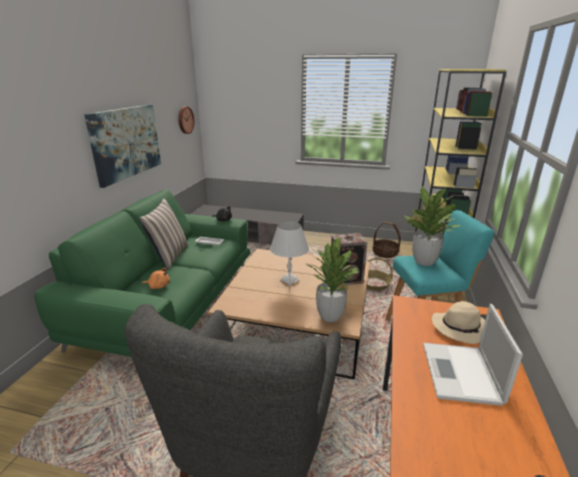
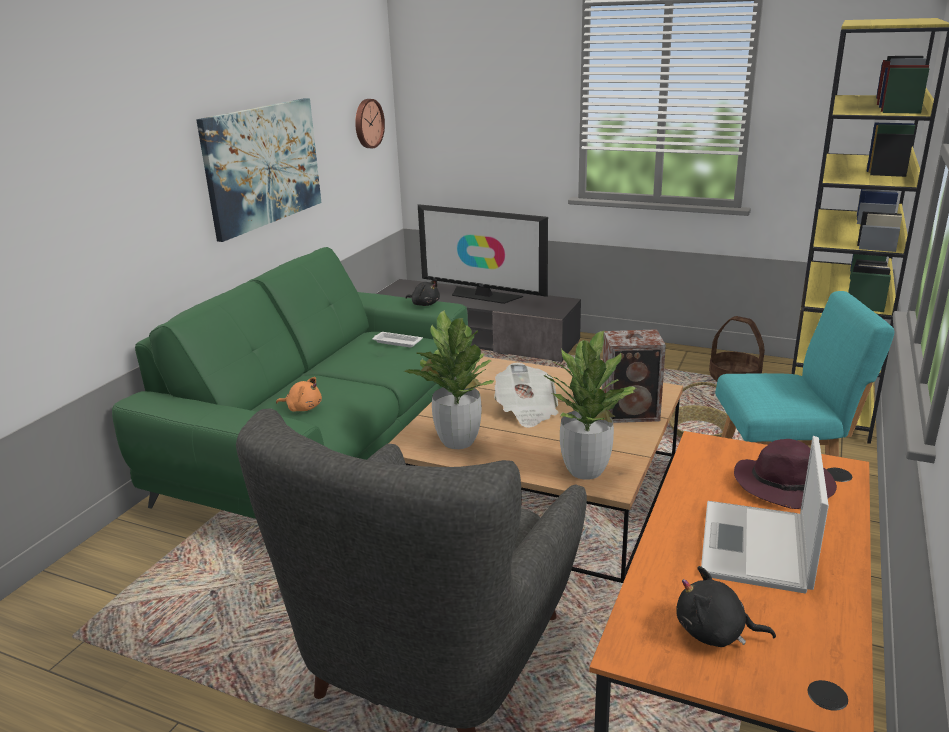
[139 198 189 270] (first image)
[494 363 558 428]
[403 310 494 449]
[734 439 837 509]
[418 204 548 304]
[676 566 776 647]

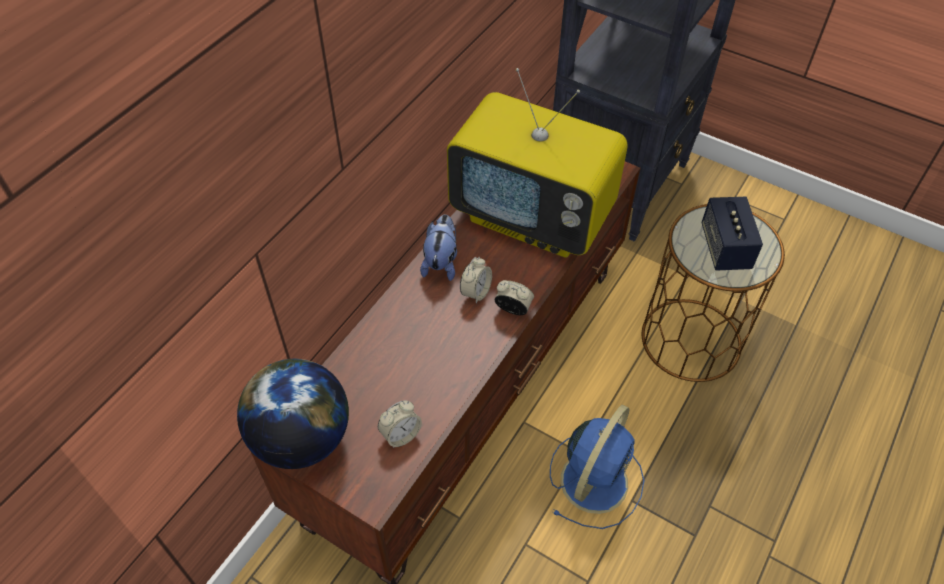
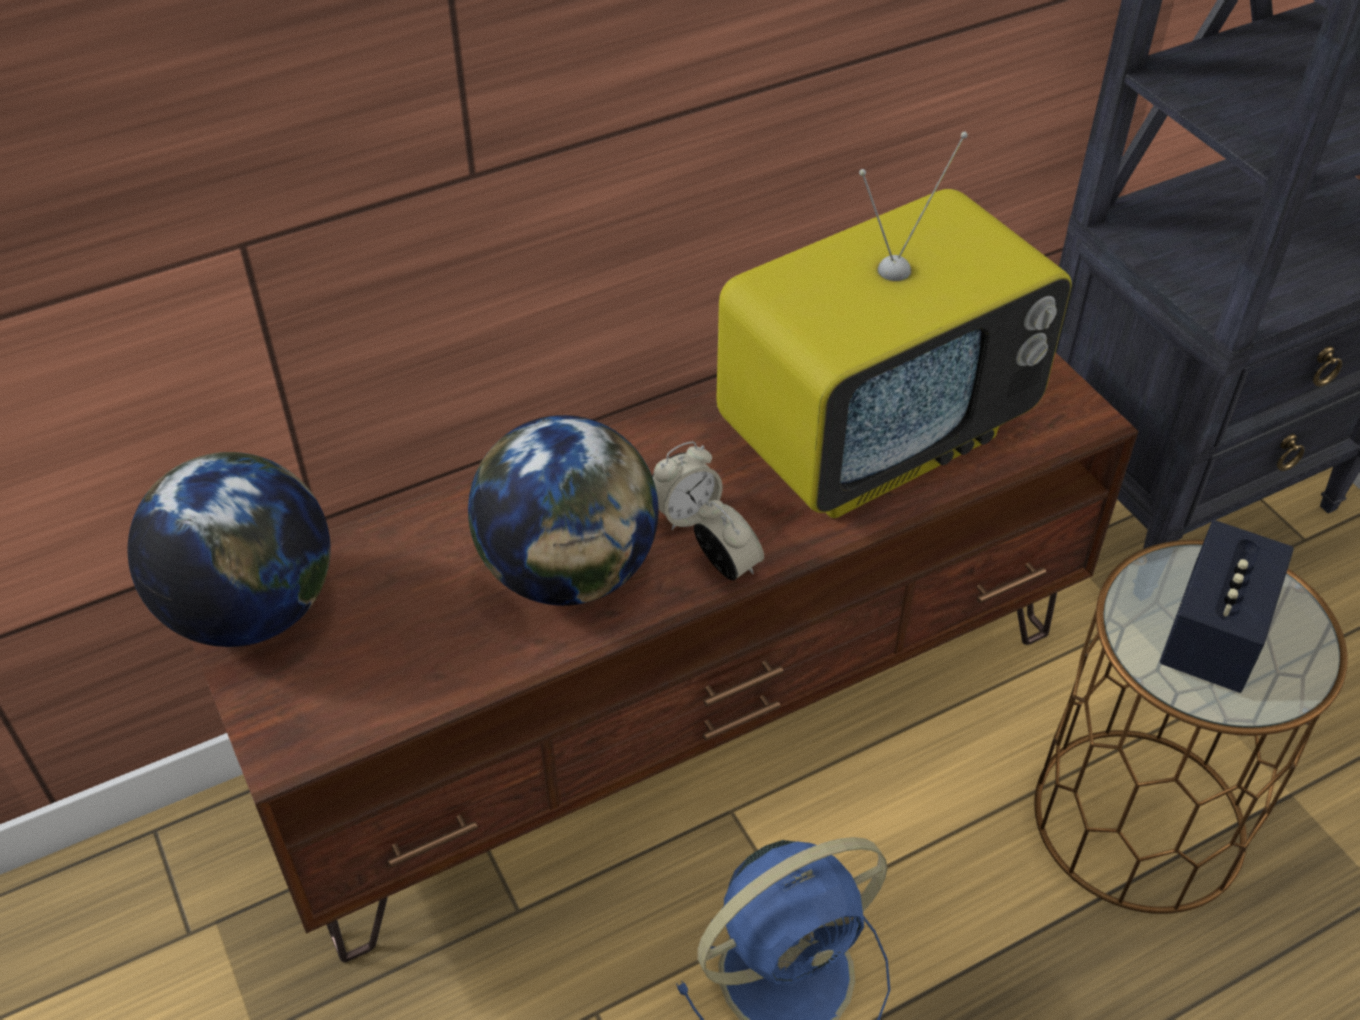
[378 400 422 448] (first image)
[420 214 457 281] (first image)
[716 132 1072 518]
[468 415 658 606]

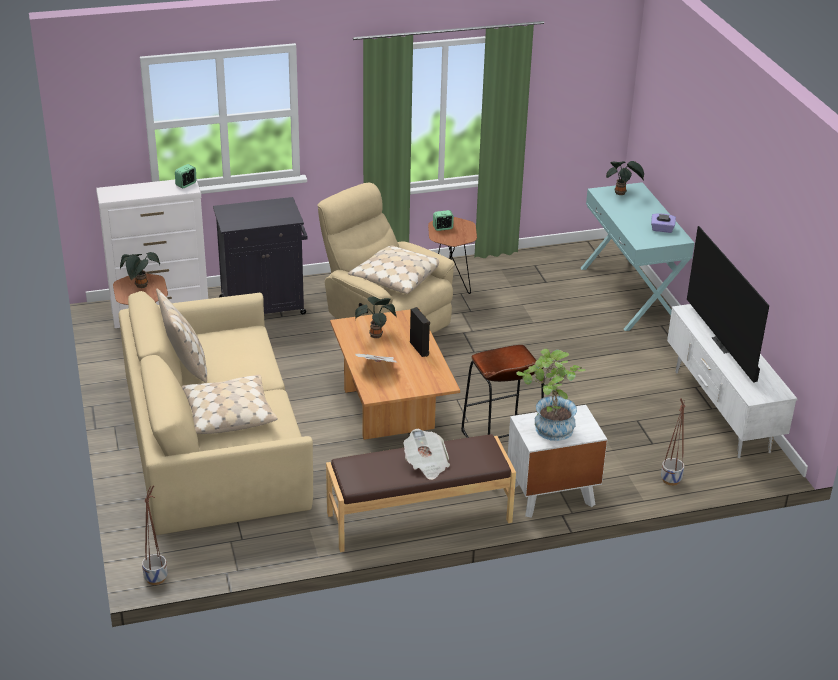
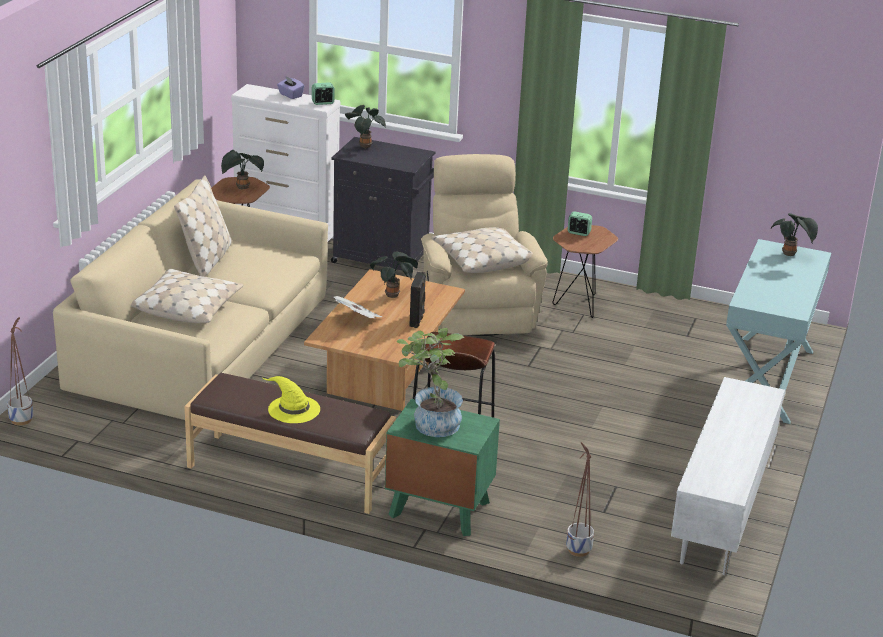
[263 376 320 423]
[385 399 500 536]
[277 77 304 99]
[687 226 769 383] (first image)
[345 105 386 149]

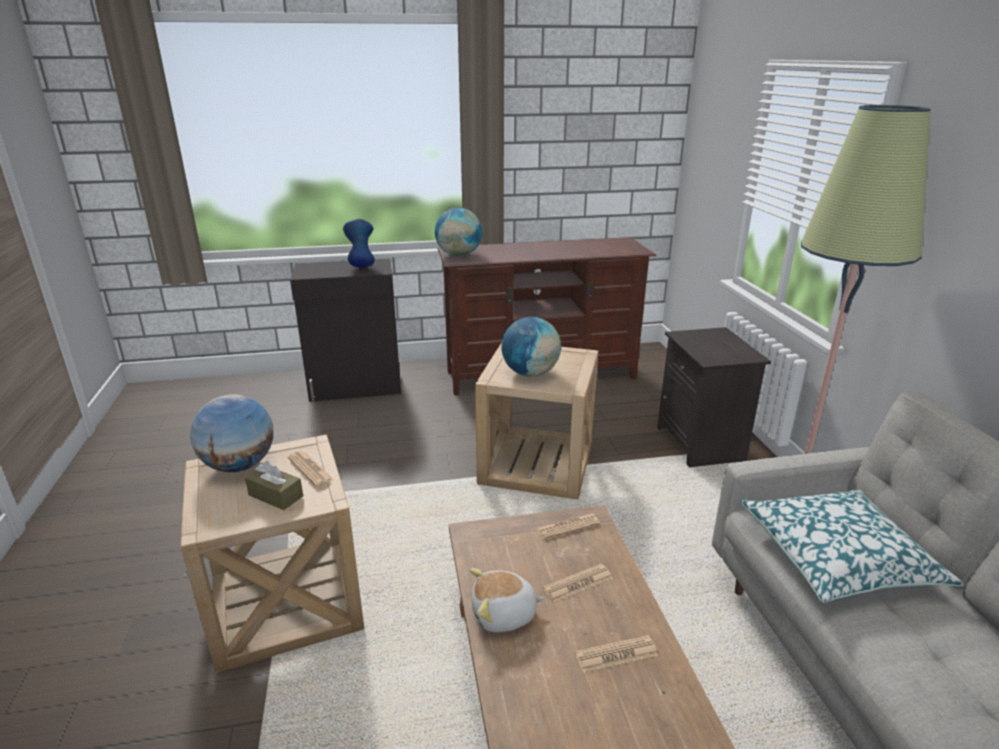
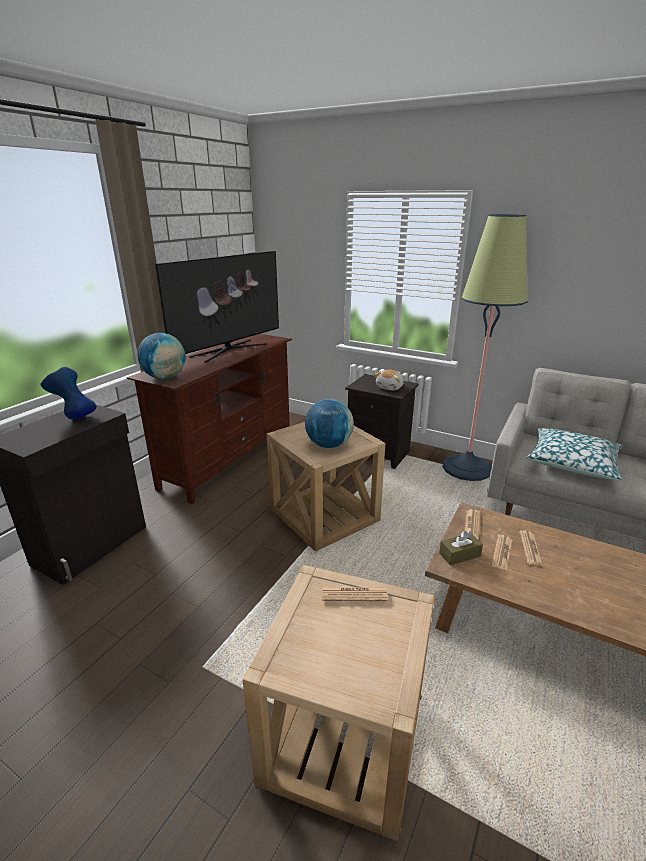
[190 394 273 472] (first image)
[439 531 483 565]
[374 370 404 390]
[492 535 513 571]
[155 251 279 363]

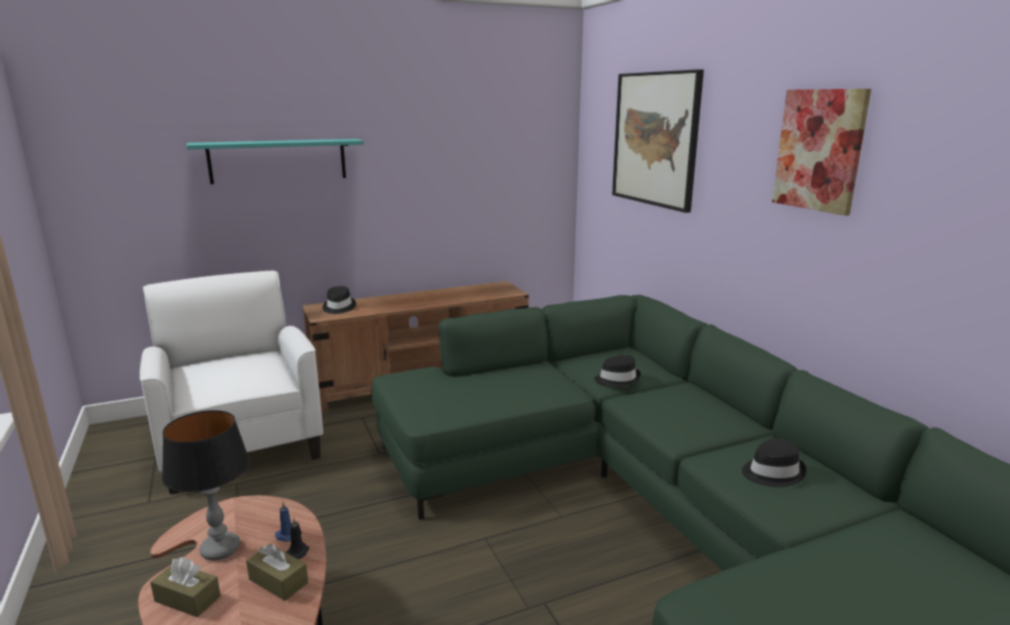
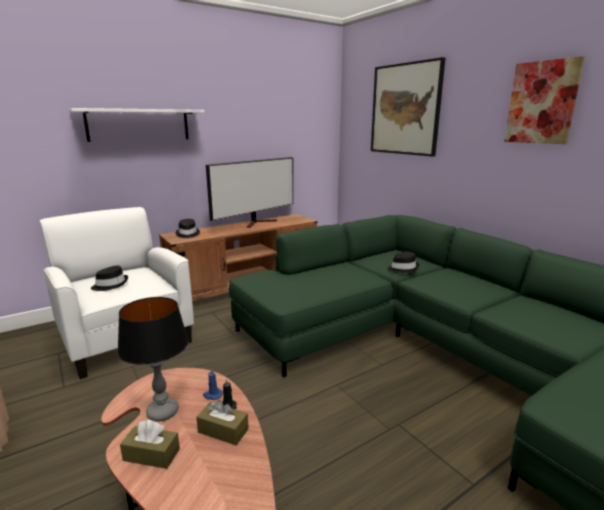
[69 108 205 142]
[91 265 128 291]
[206 157 293 228]

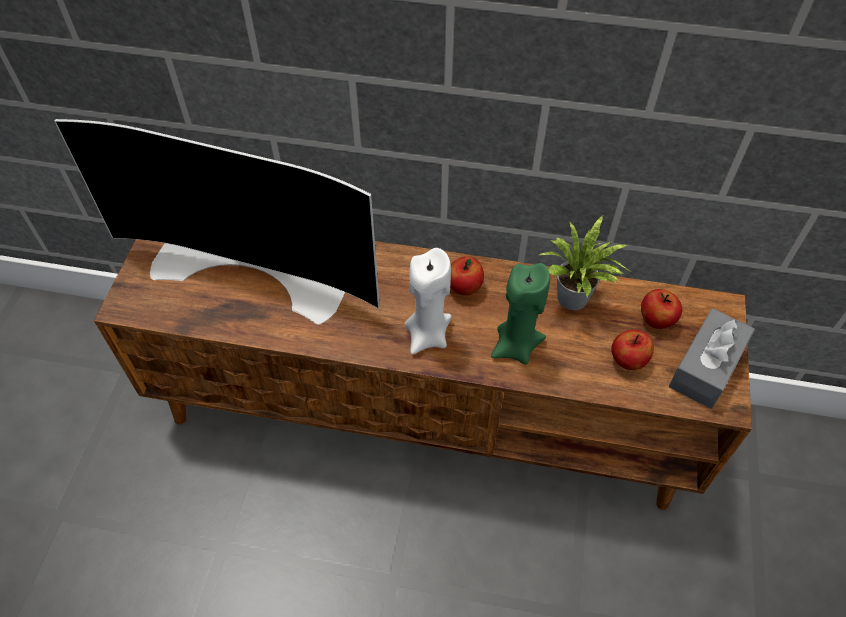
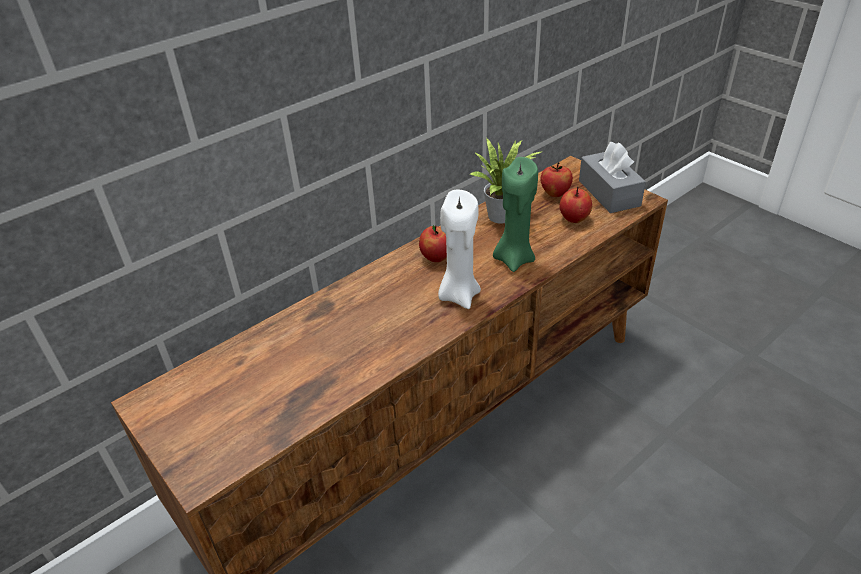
[54 119 380 325] (first image)

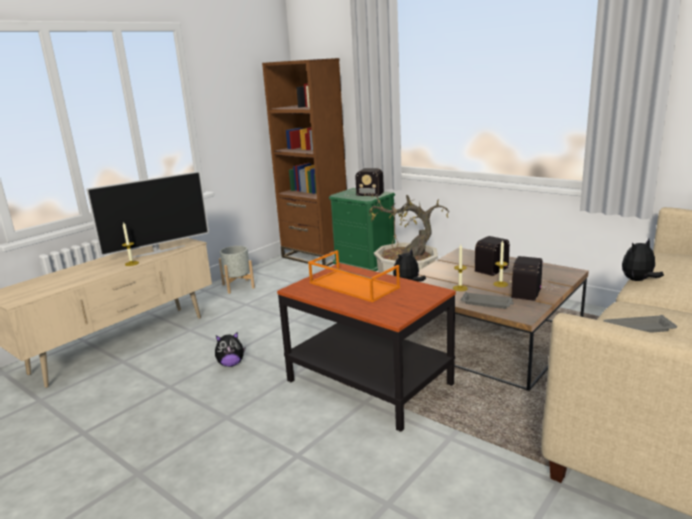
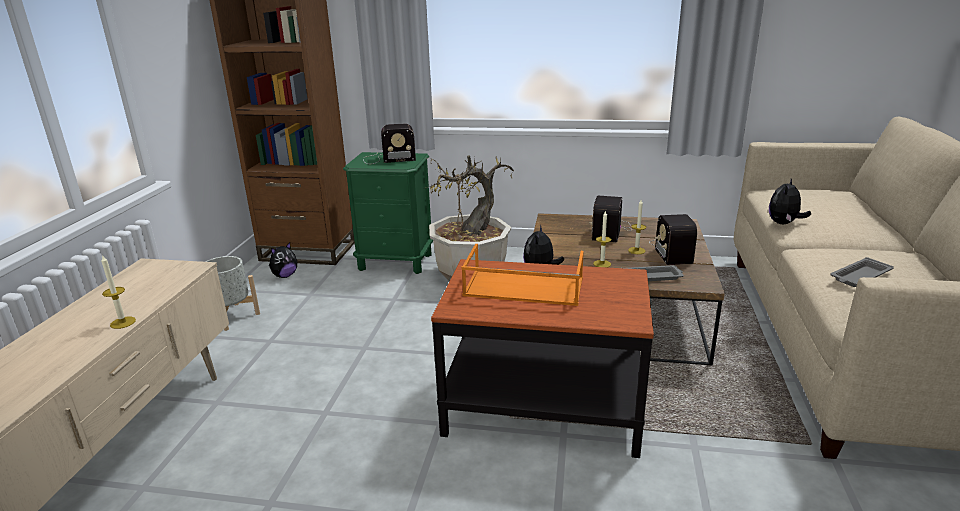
[86 171 209 258] (first image)
[269 242 297 278]

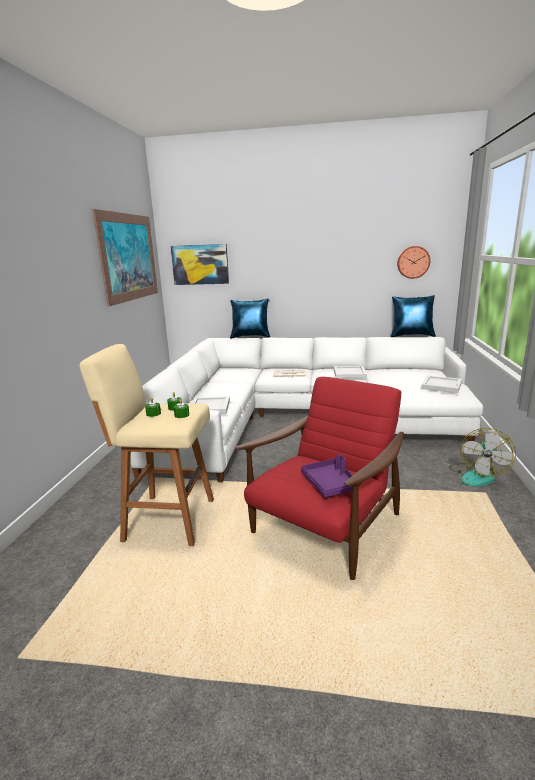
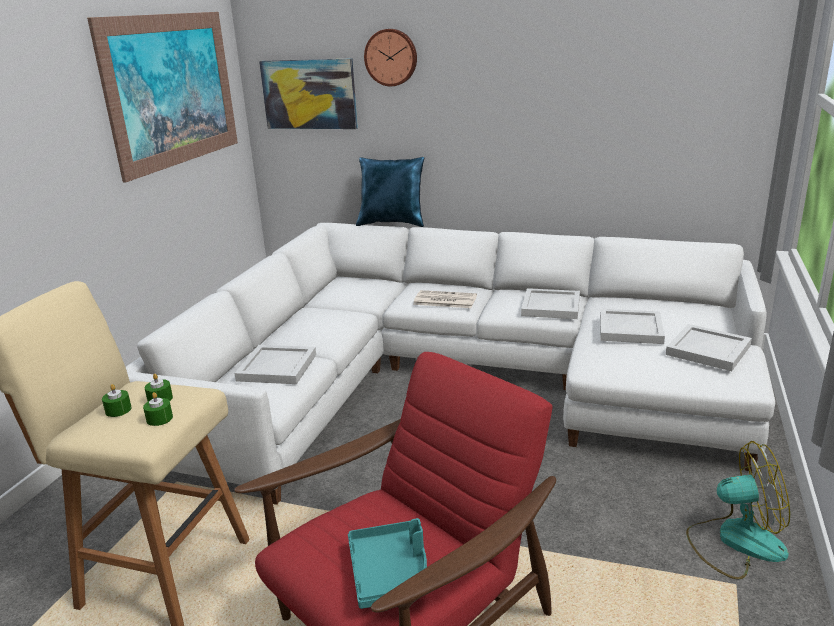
[348 518 427 609]
[391 295 436 337] (first image)
[364 29 417 86]
[686 441 790 580]
[600 309 665 344]

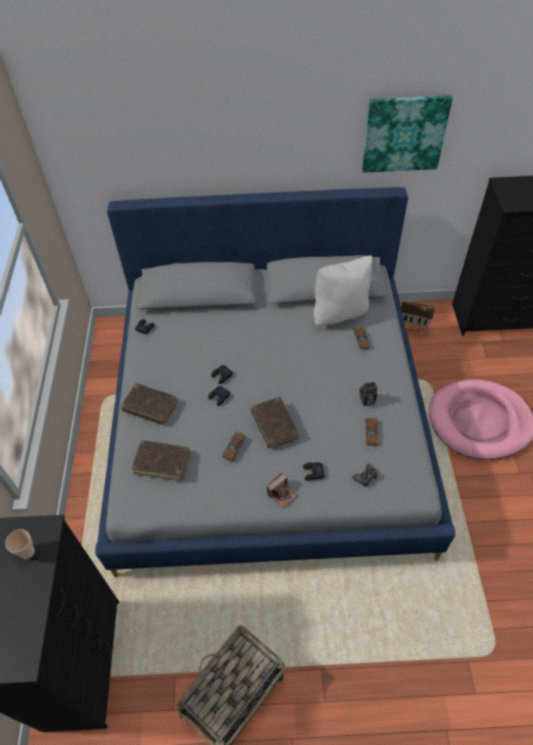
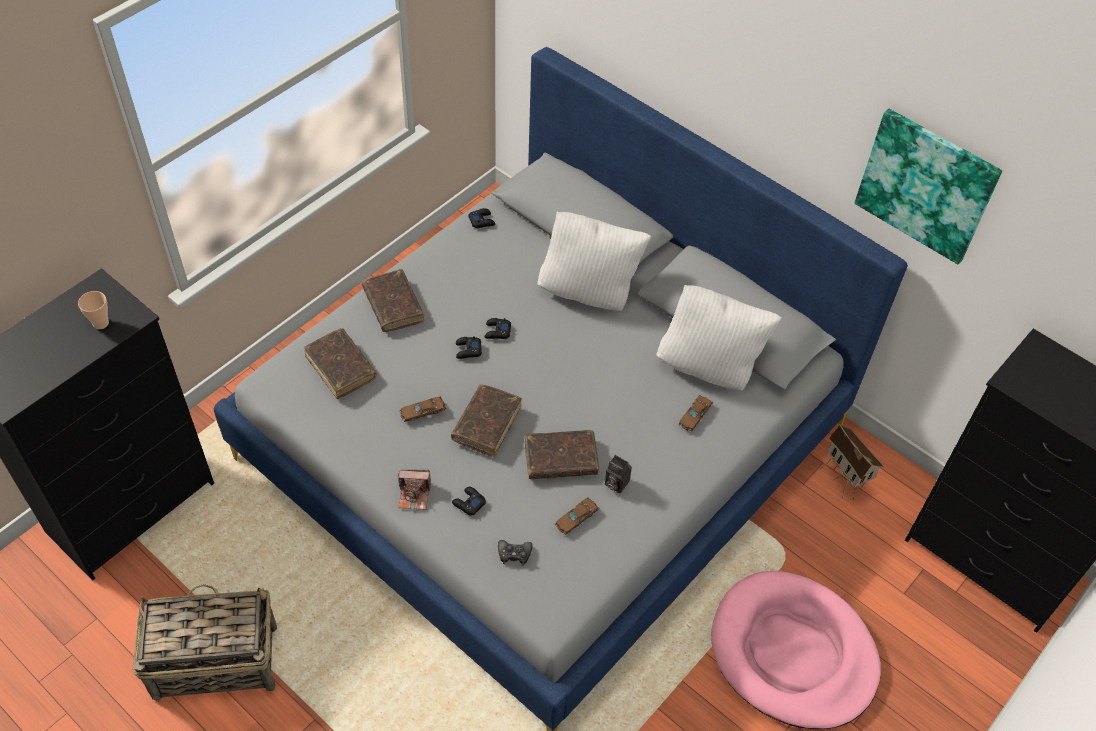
[524 430 599 479]
[537 212 651 311]

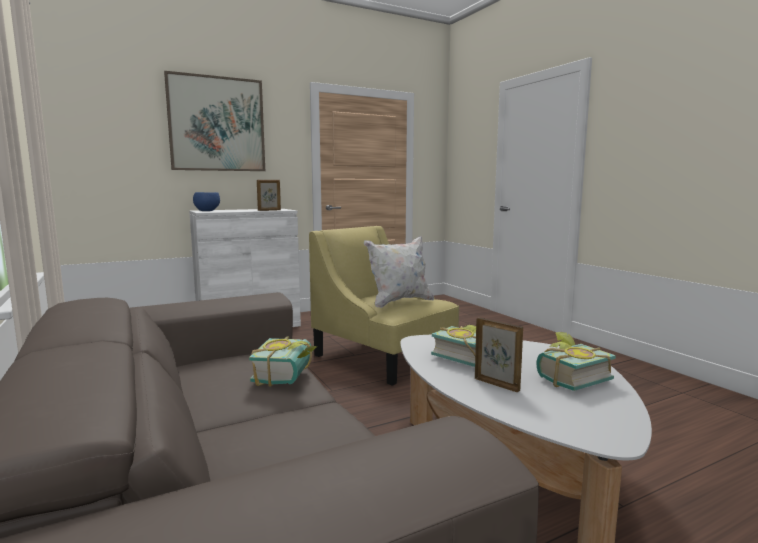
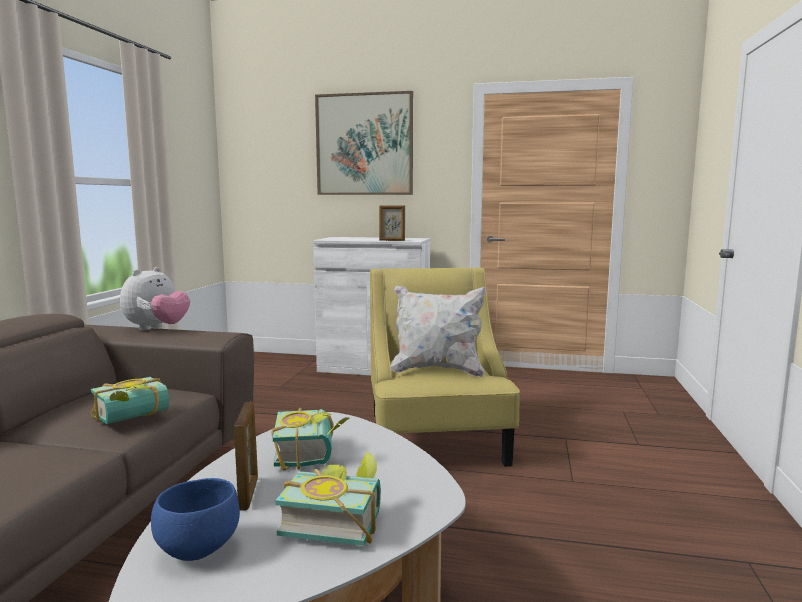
[151 478 240 561]
[120 267 190 331]

